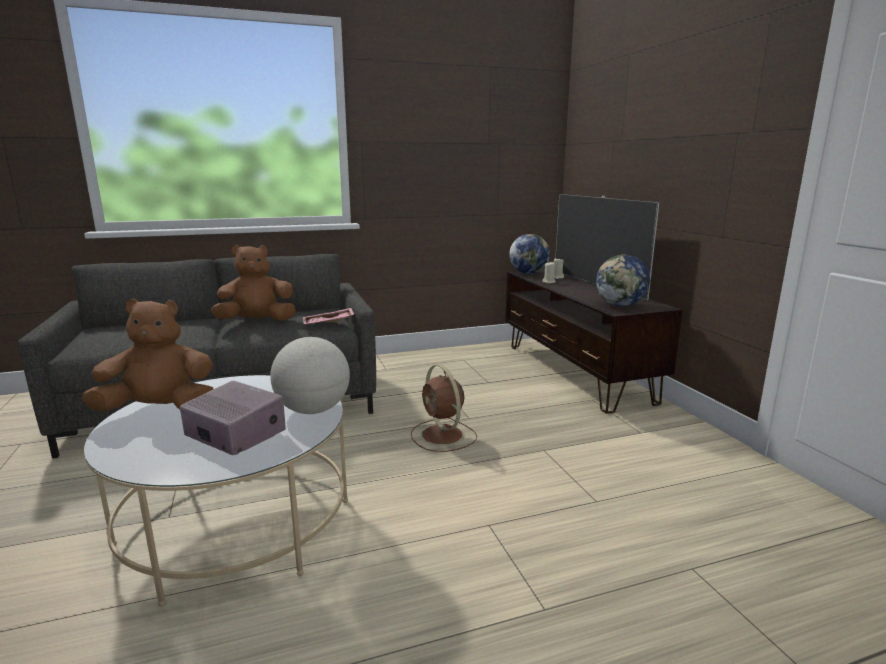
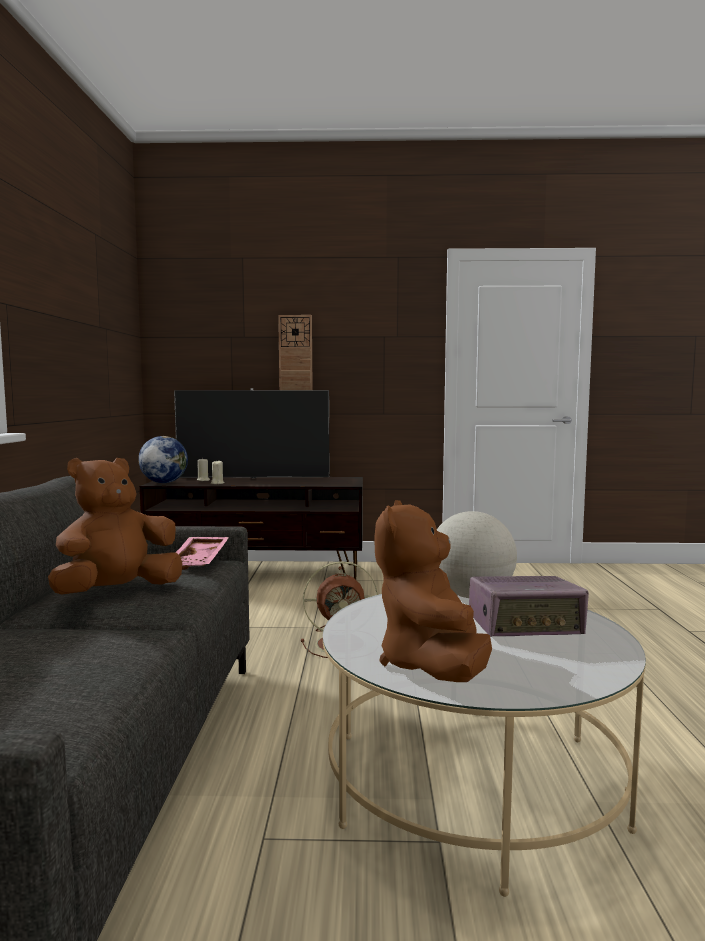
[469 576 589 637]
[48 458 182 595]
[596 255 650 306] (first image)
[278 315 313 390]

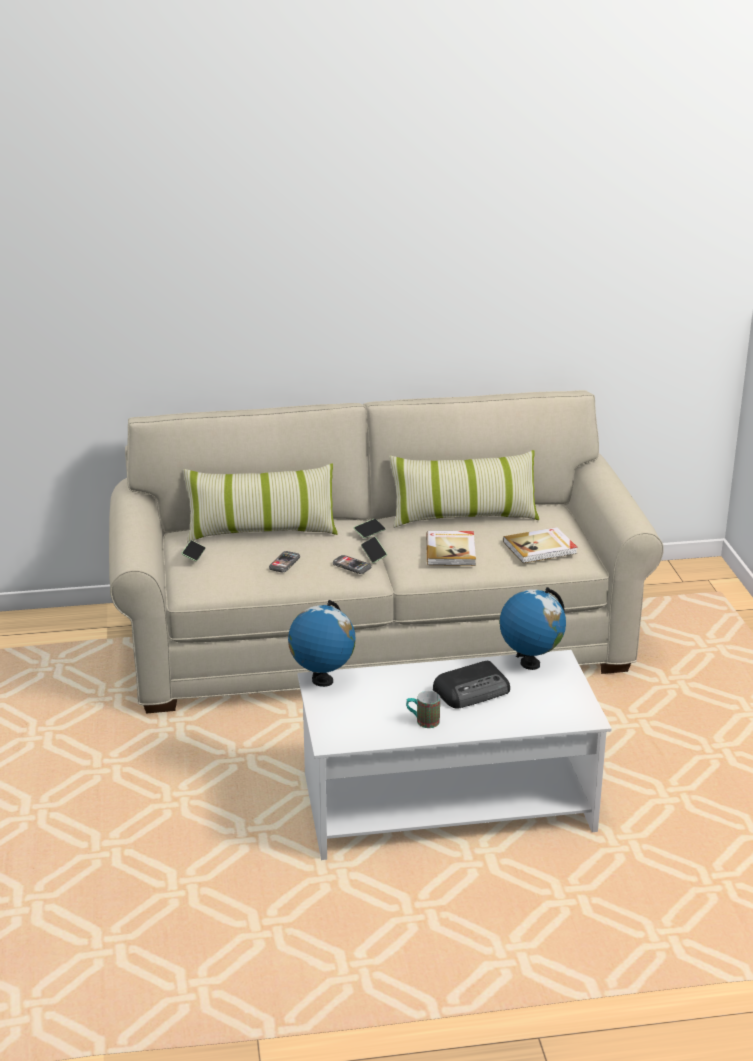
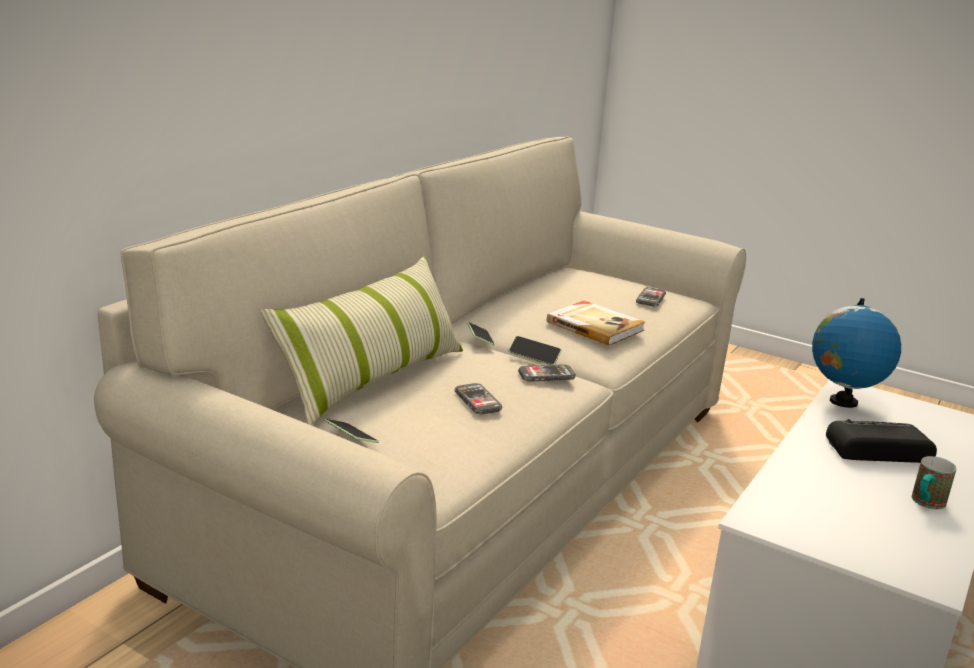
[288 600 356 687] (first image)
[389 450 539 528] (first image)
[826 419 937 463]
[636 287 666 306]

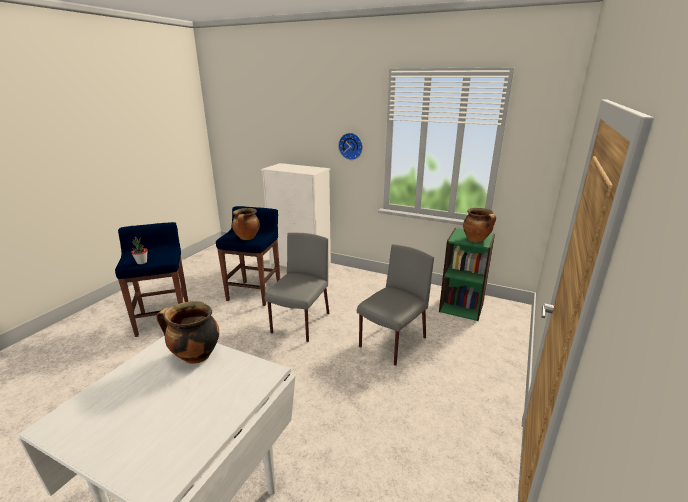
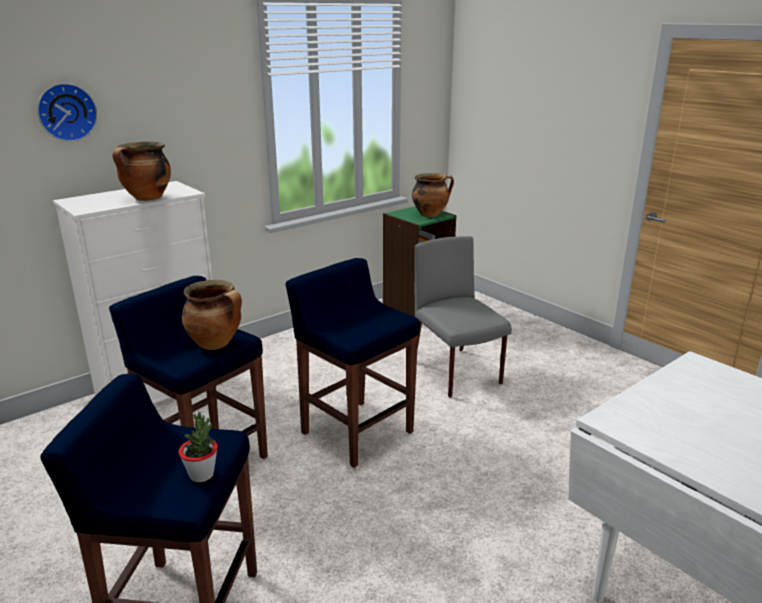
[112 142 171 201]
[285 258 420 468]
[37 83 97 142]

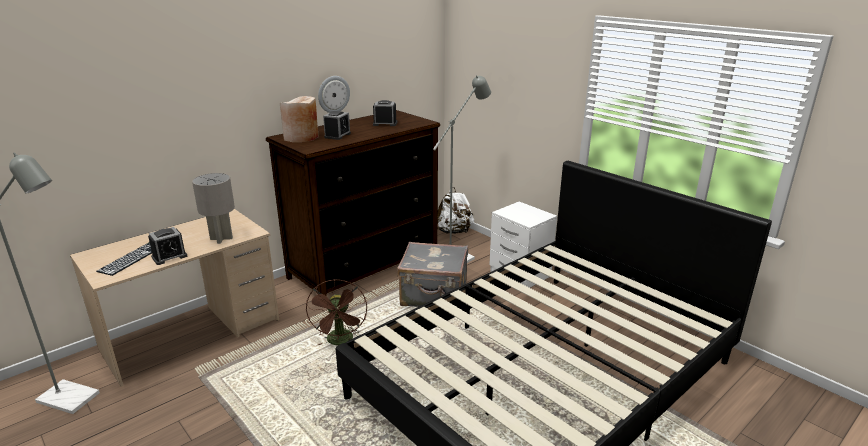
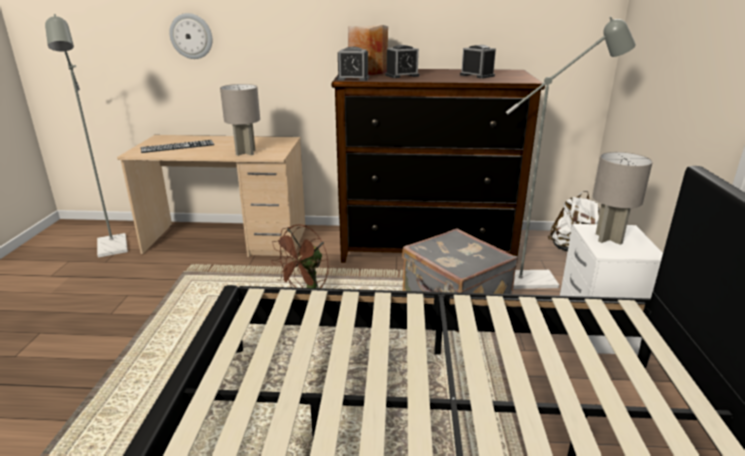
[337 47 369 81]
[169 13 212 59]
[593 152 652 245]

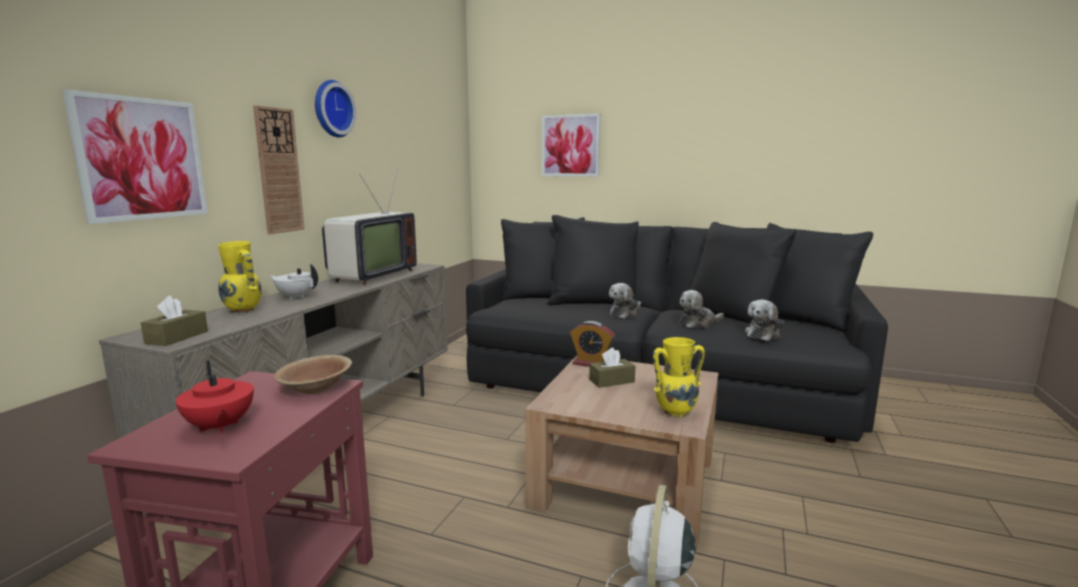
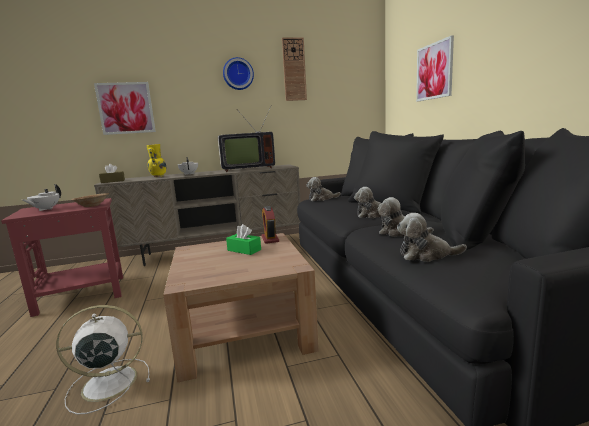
[23 184 61 211]
[282 38 307 101]
[226 224 261 255]
[653 337 705 417] (first image)
[306 177 340 201]

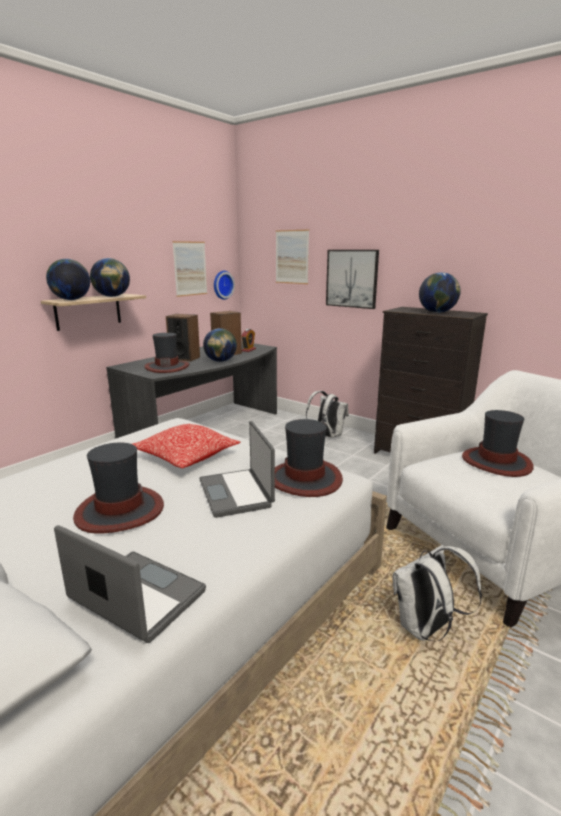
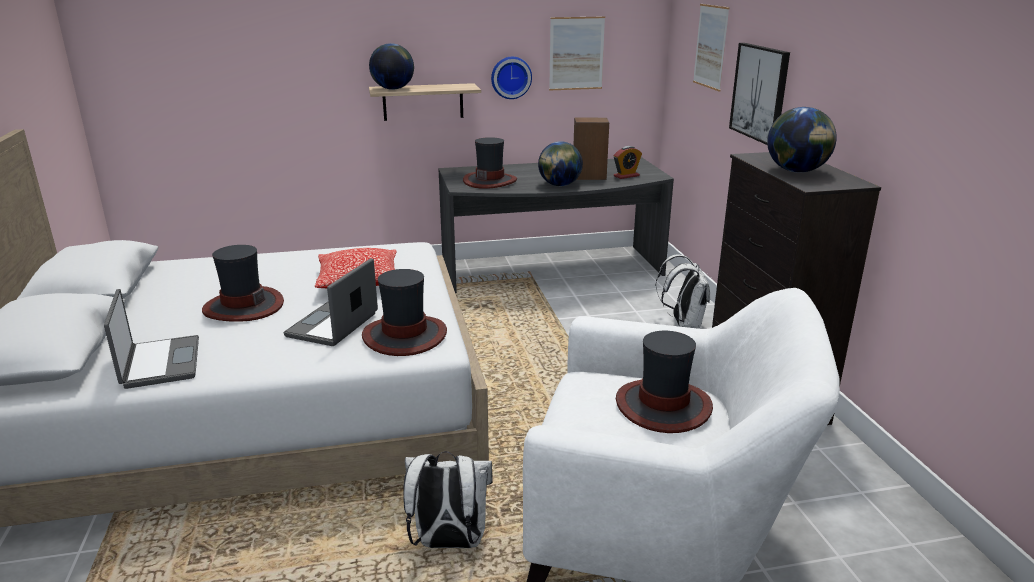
[90 258 130 297] (first image)
[166 314 200 361] (first image)
[491 57 532 99]

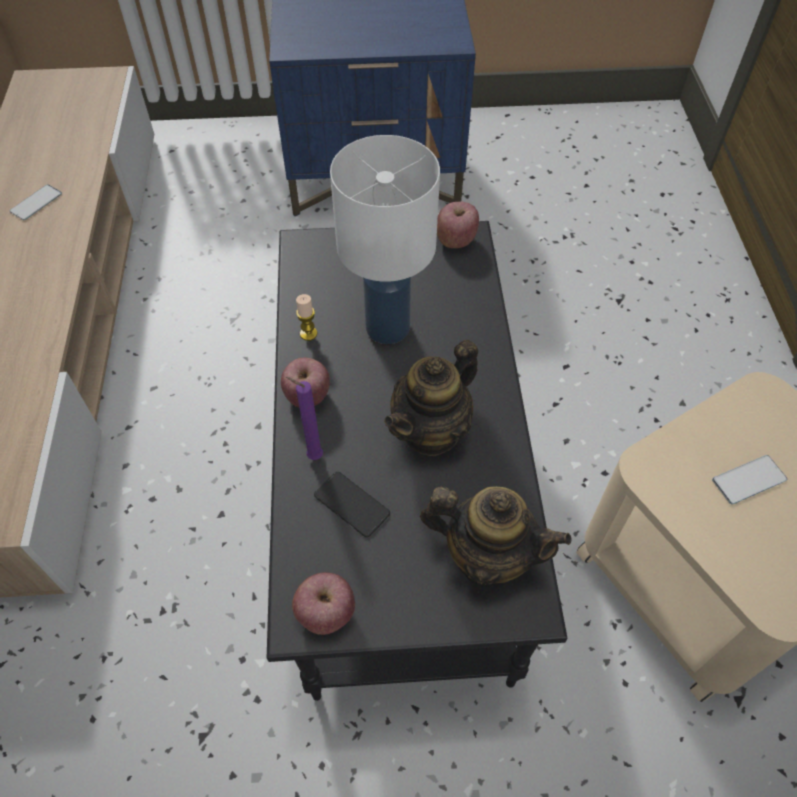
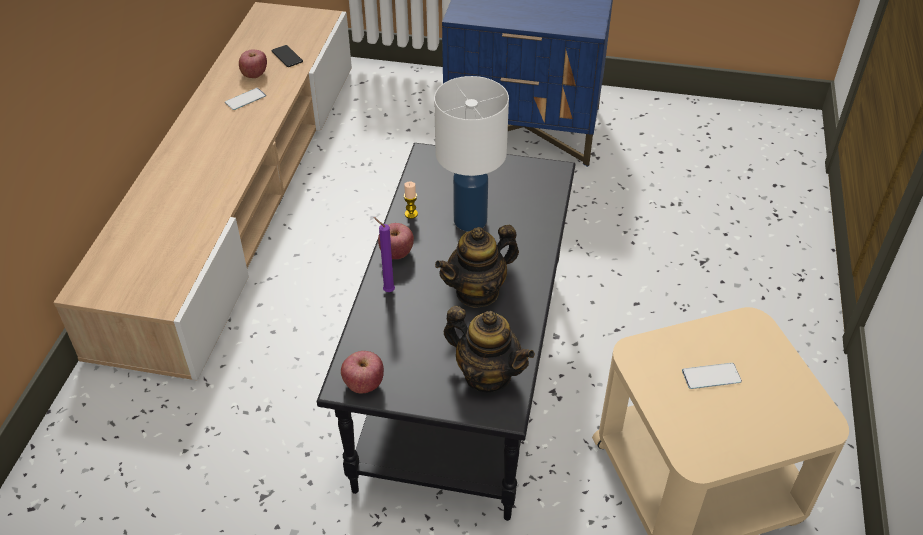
[272 45 303 67]
[239 50 267 78]

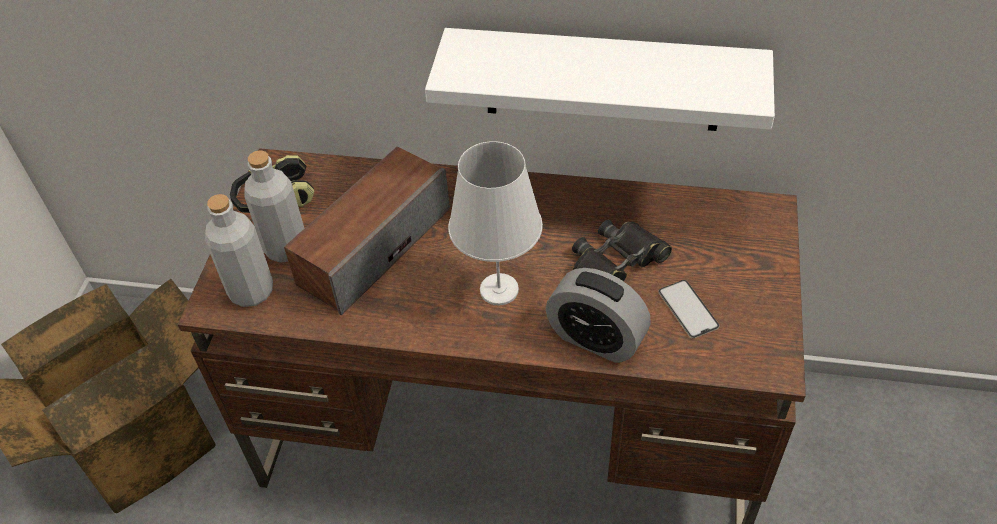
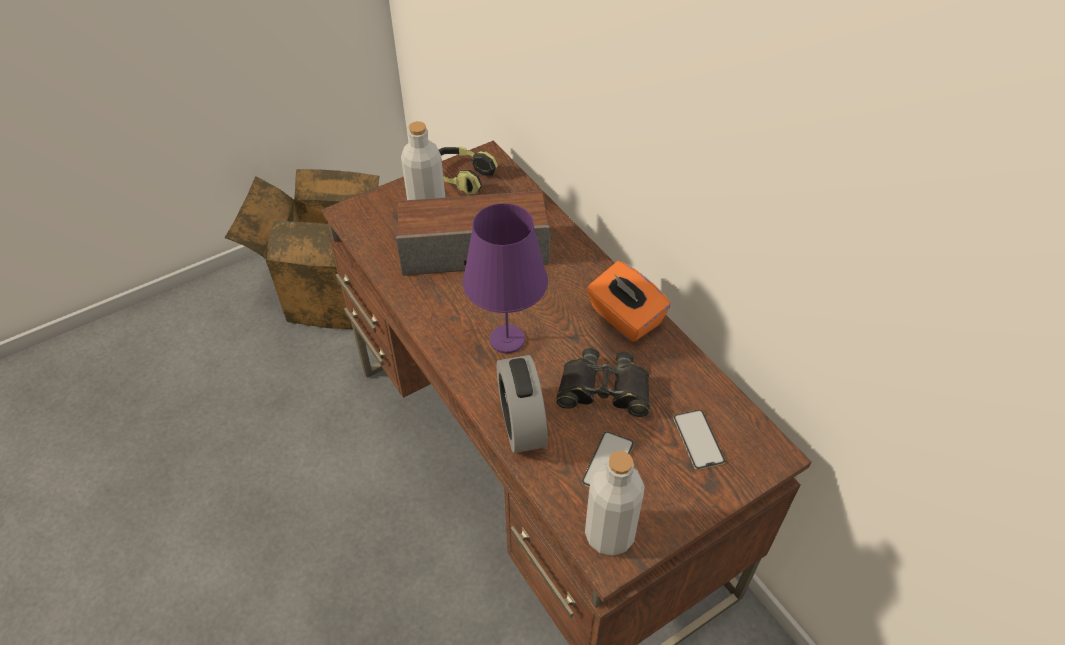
[585 451 645 556]
[425 28 775 131] (first image)
[463 203 548 354]
[586 261 671 342]
[673 410 725 470]

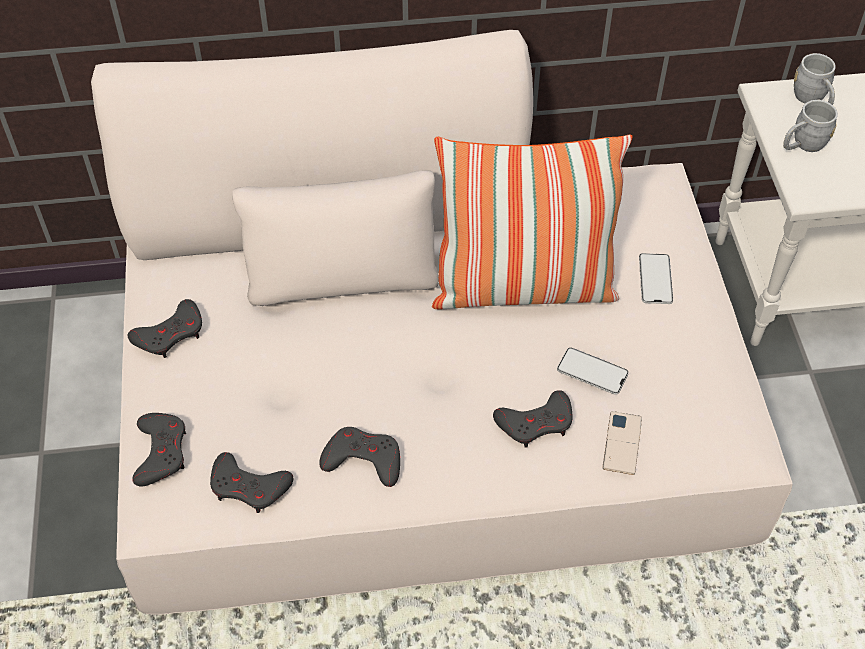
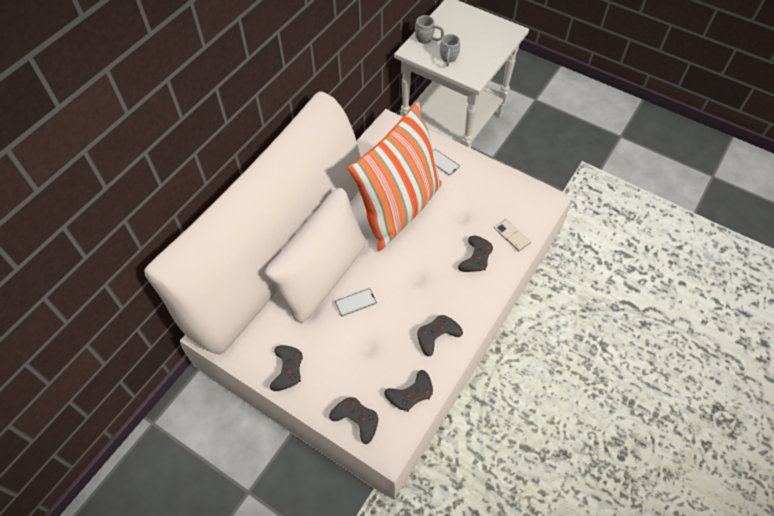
[335 288 377 316]

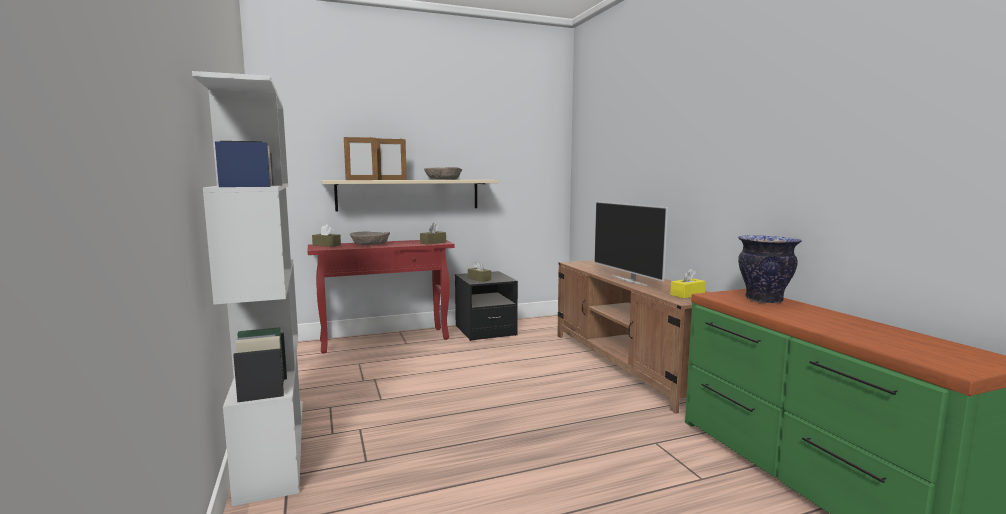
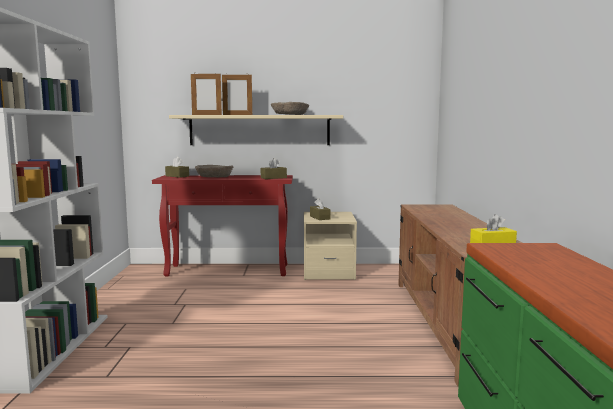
[304 212 357 280]
[594 201 668 286] (first image)
[738 235 802 303] (first image)

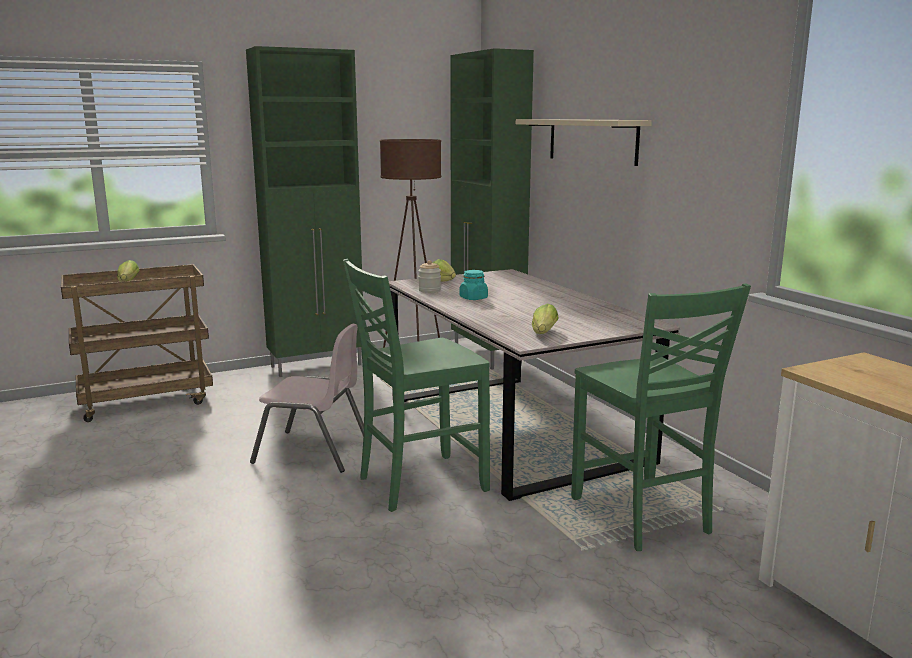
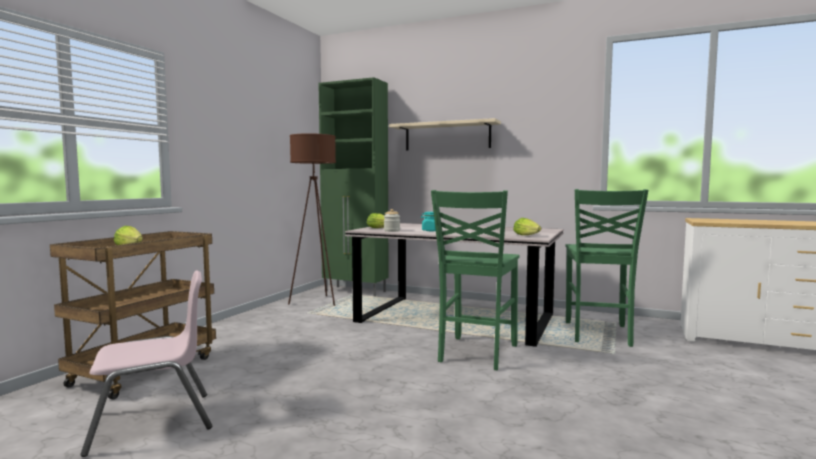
[246 46 363 377] (first image)
[80 270 213 457]
[566 189 648 347]

